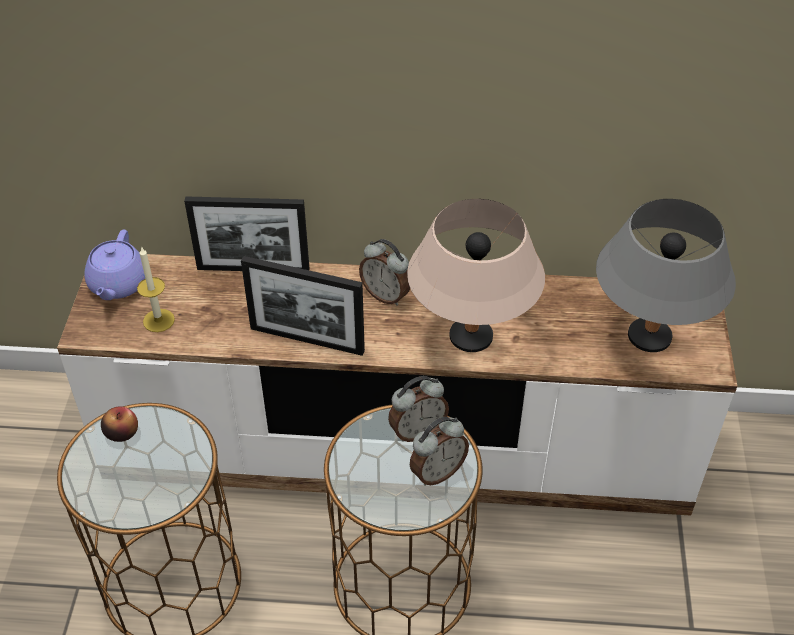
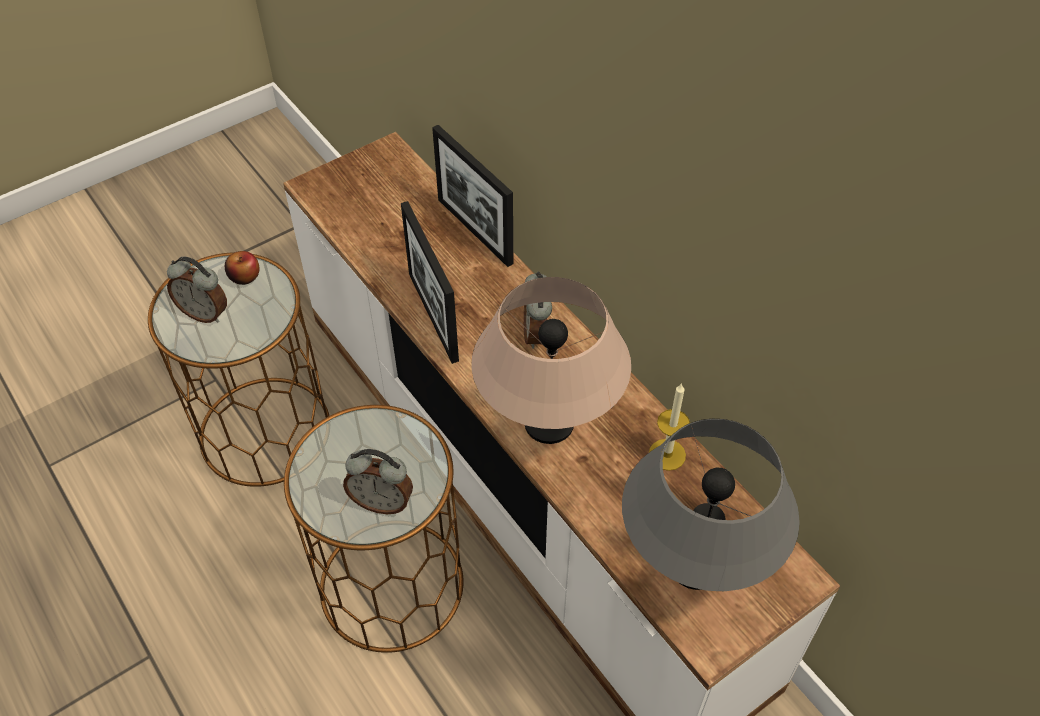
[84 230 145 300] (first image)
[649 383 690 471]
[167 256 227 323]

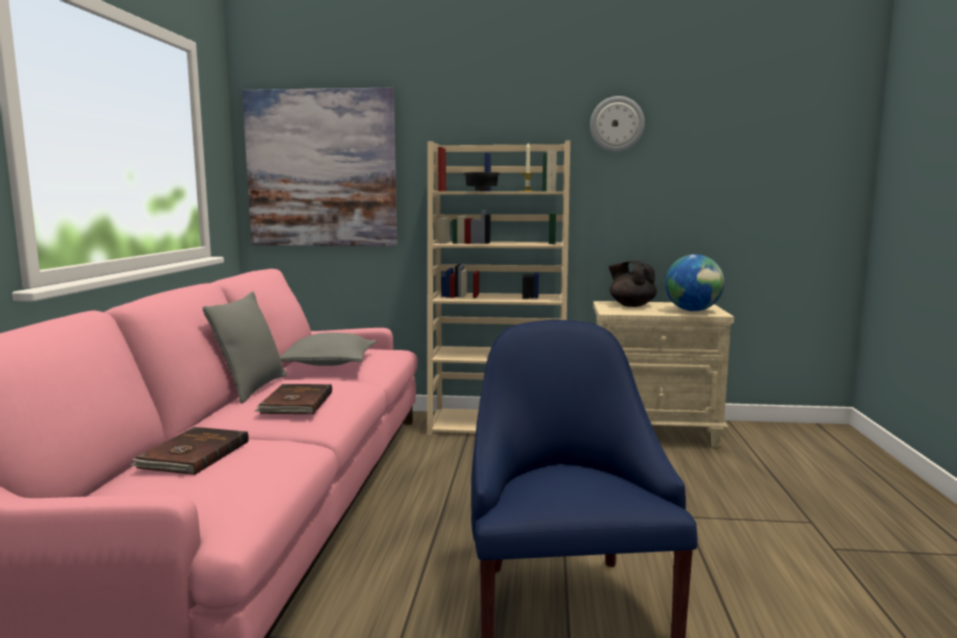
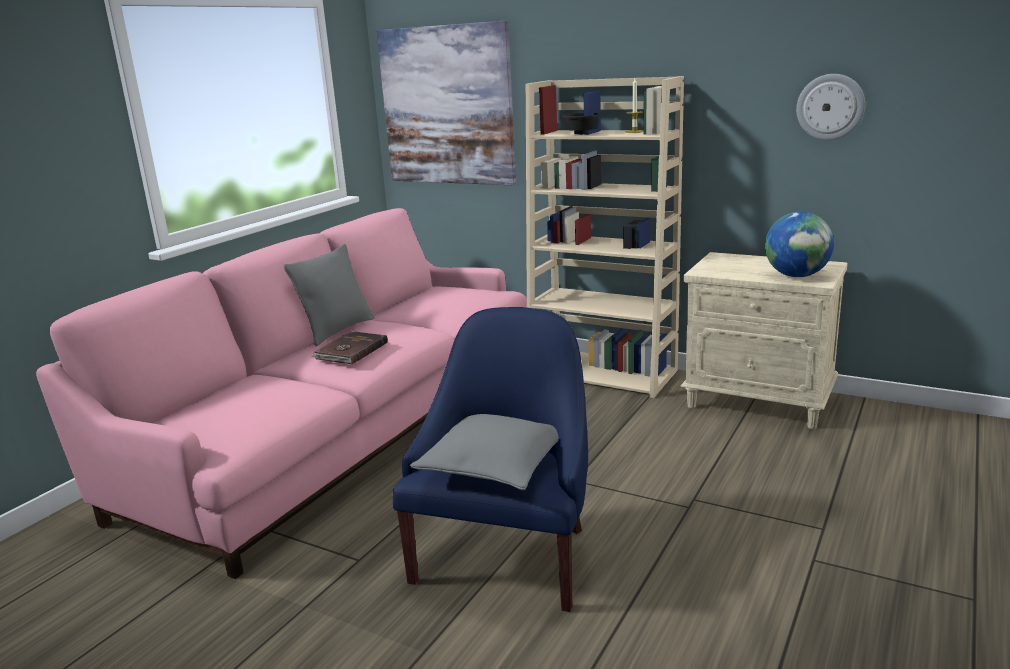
[796 74 865 140]
[609 260 657 307] (first image)
[410 414 559 490]
[130 427 249 475] (first image)

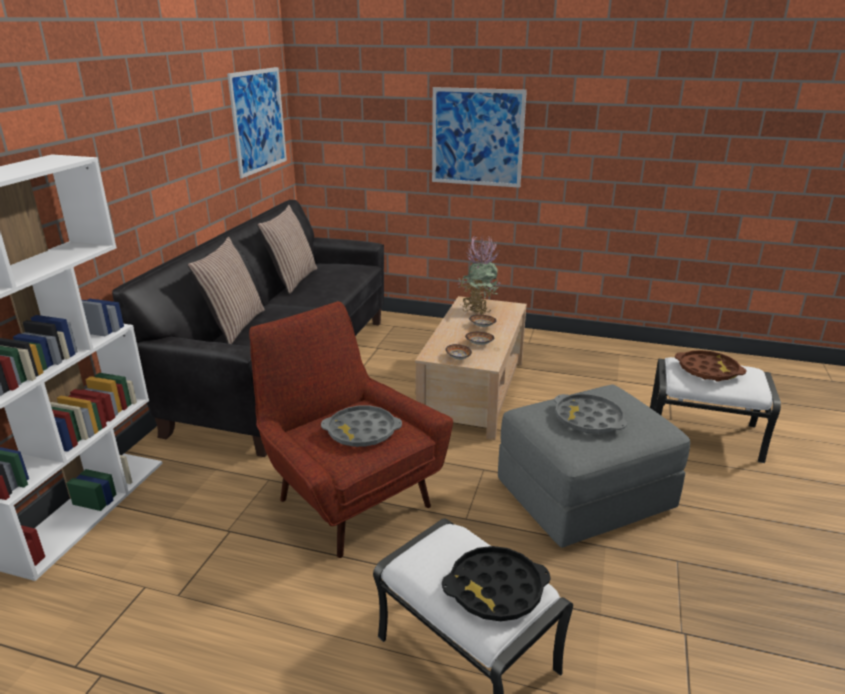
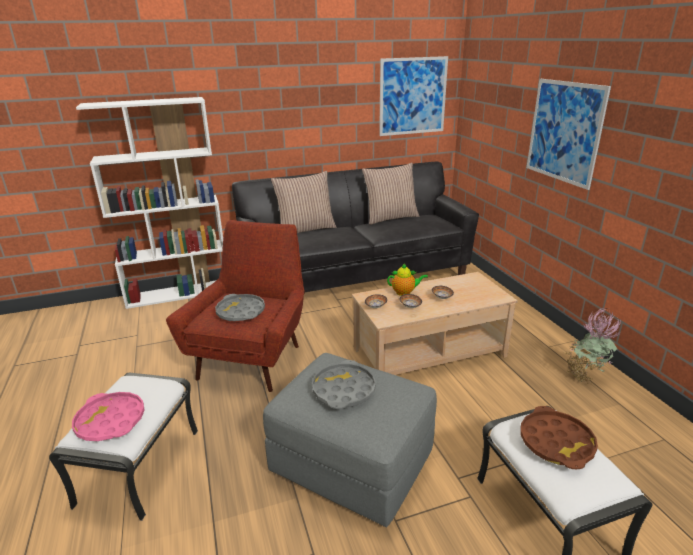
[564 308 621 384]
[72 392 145 441]
[387 263 428 296]

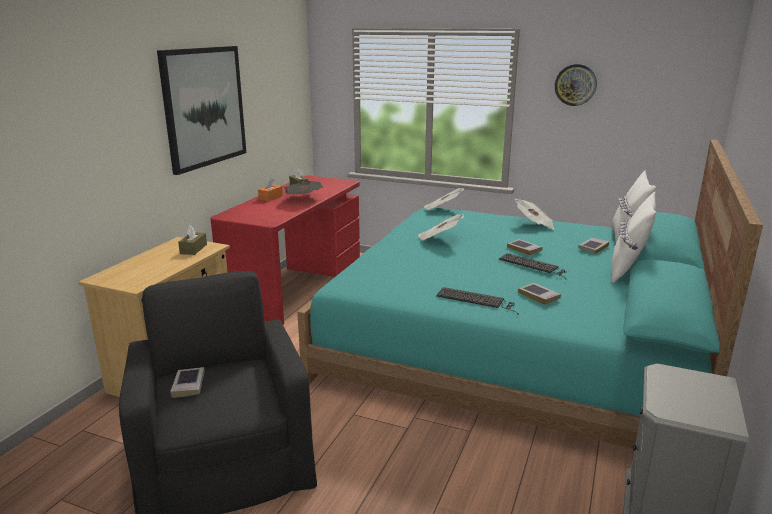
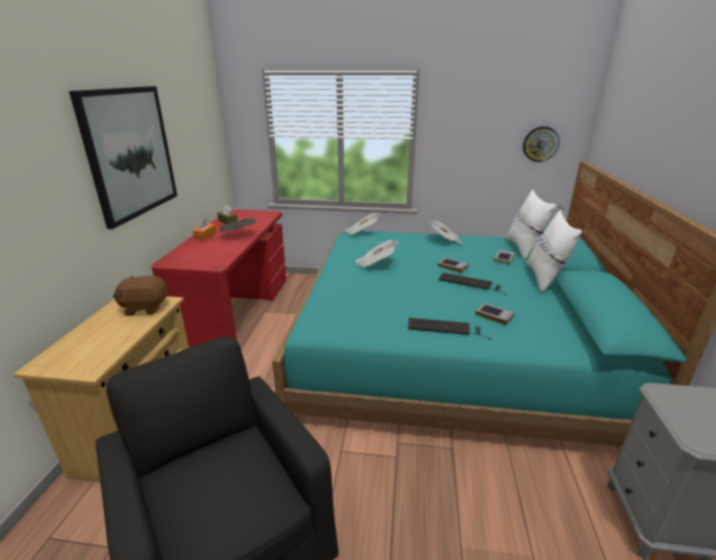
[523 126 560 162]
[113 275 168 316]
[170 367 205 398] (first image)

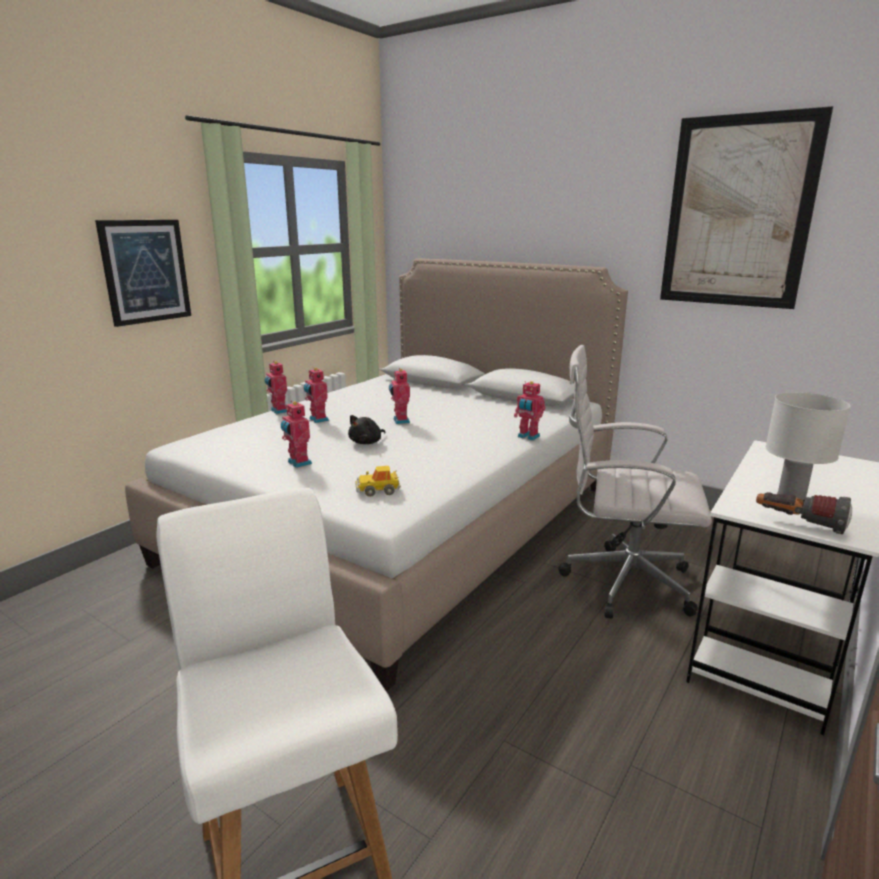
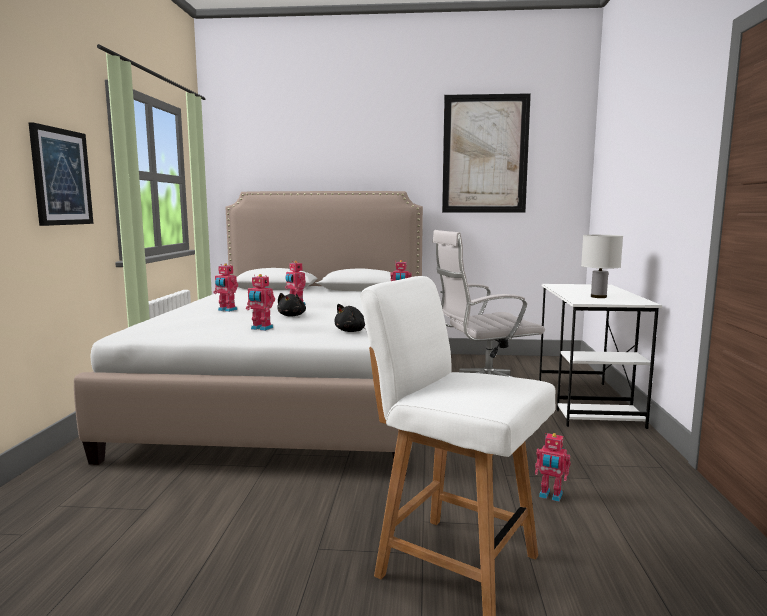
[535 433 571 502]
[334 304 365 332]
[756 492 852 534] (first image)

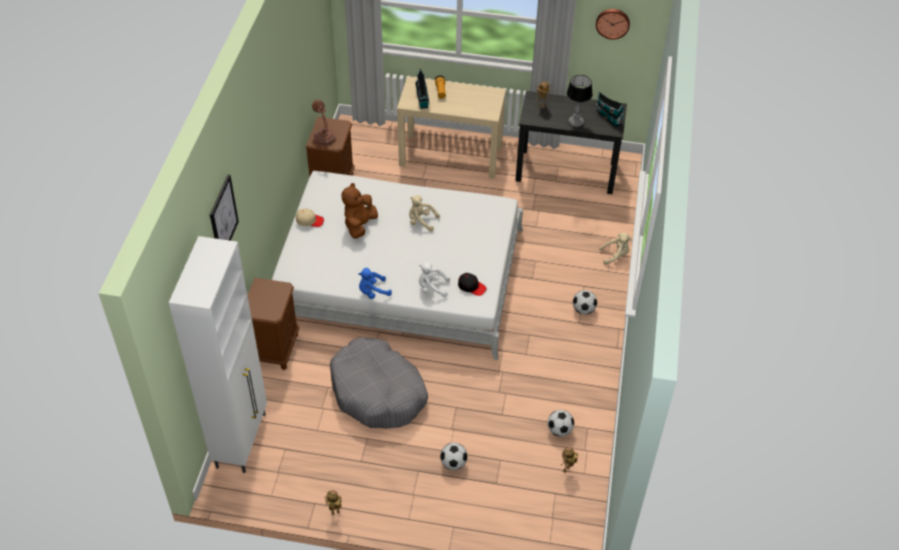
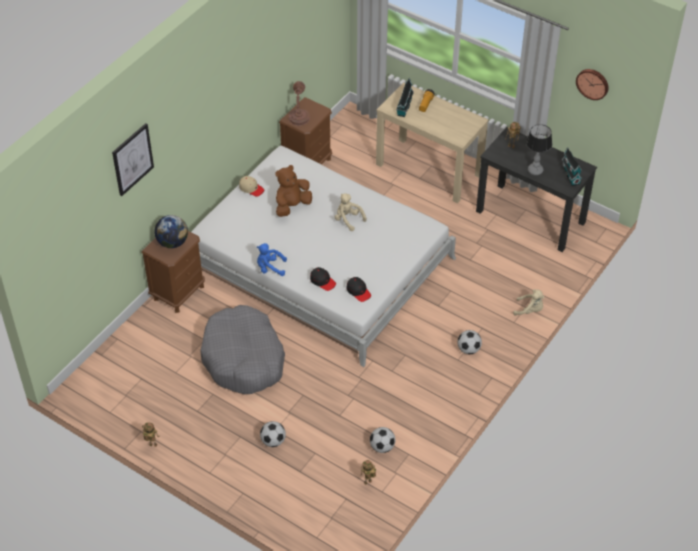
[169 236 267 473] (first image)
[310 267 336 291]
[154 215 188 248]

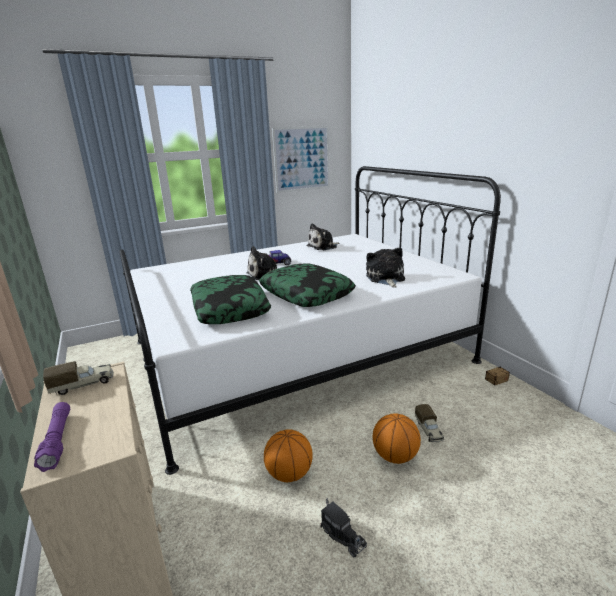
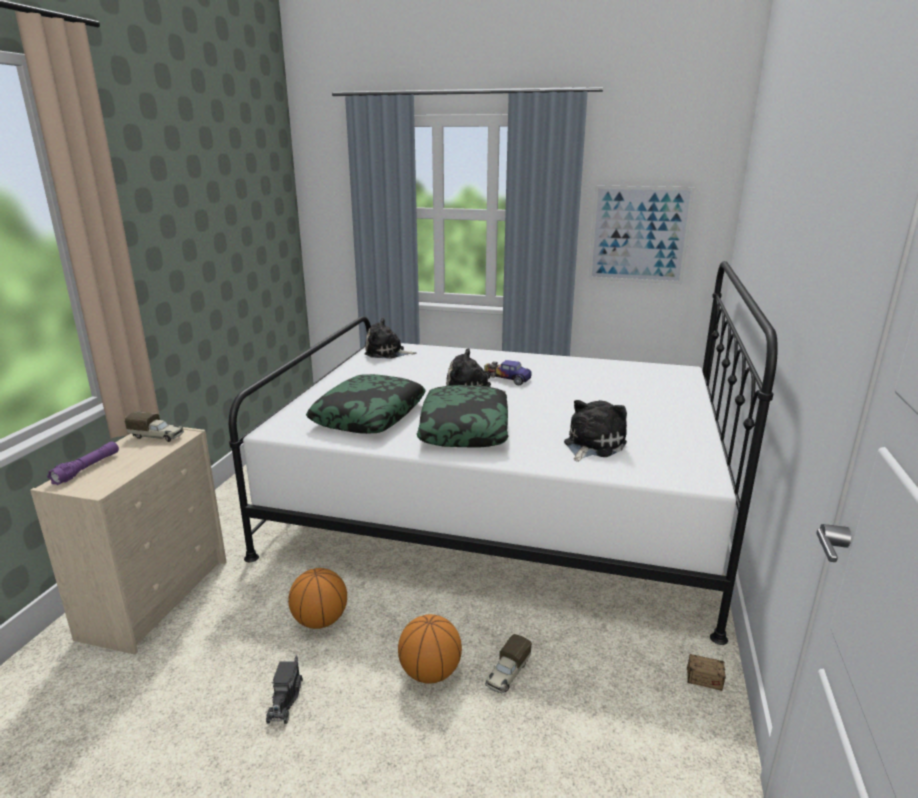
[364 318 416 359]

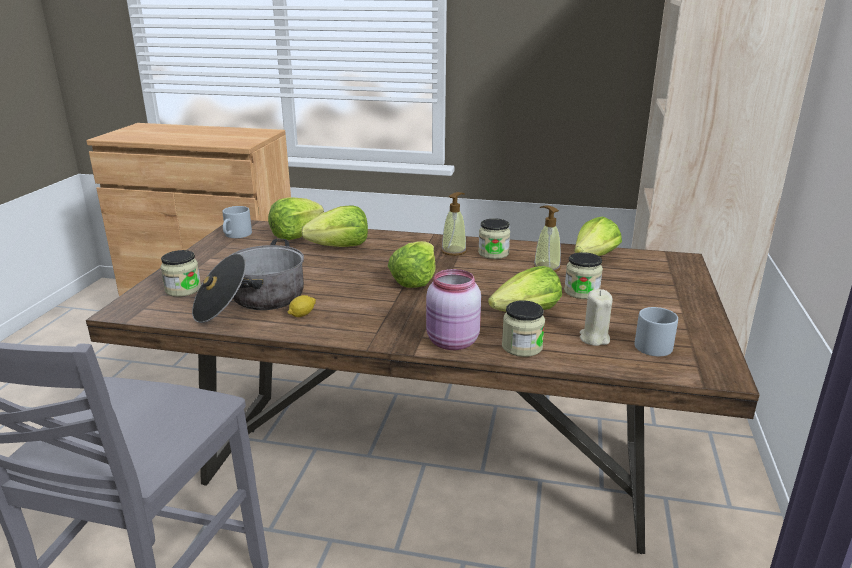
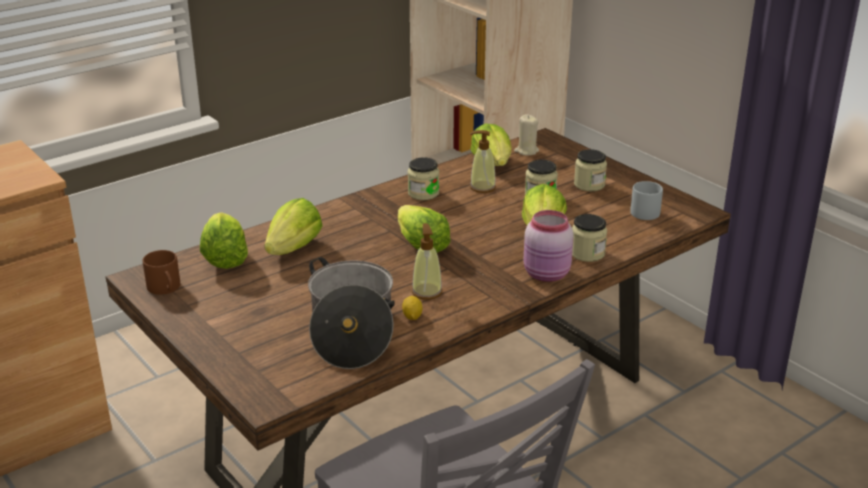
[412 223 442 300]
[143 250 180 295]
[574 149 607 191]
[514 114 539 156]

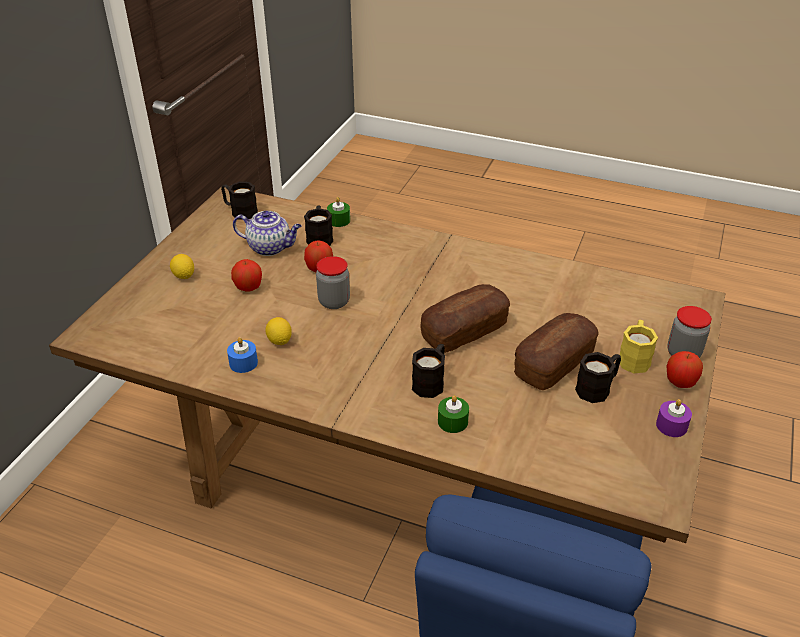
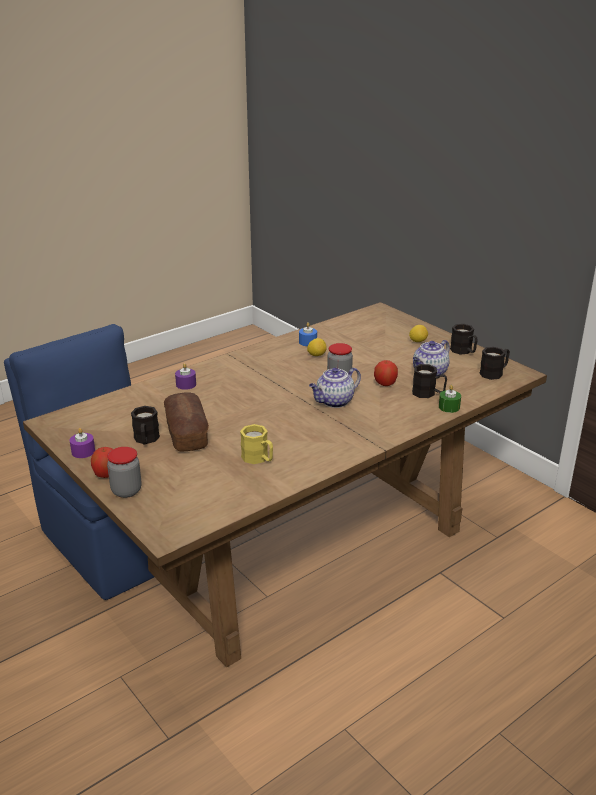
[231 259 262 292] (first image)
[420 284 510 353] (first image)
[240 424 273 464]
[450 324 478 354]
[175 363 196 390]
[309 368 361 408]

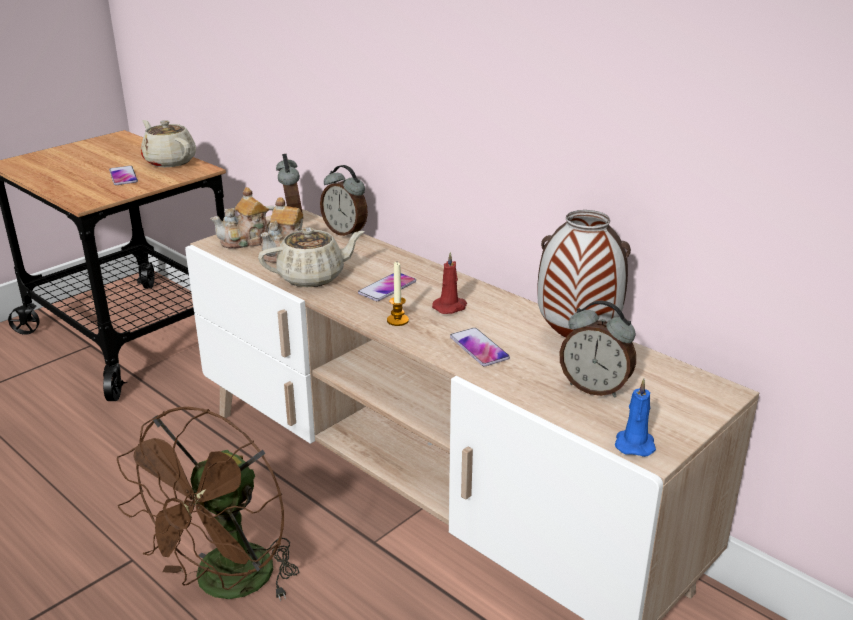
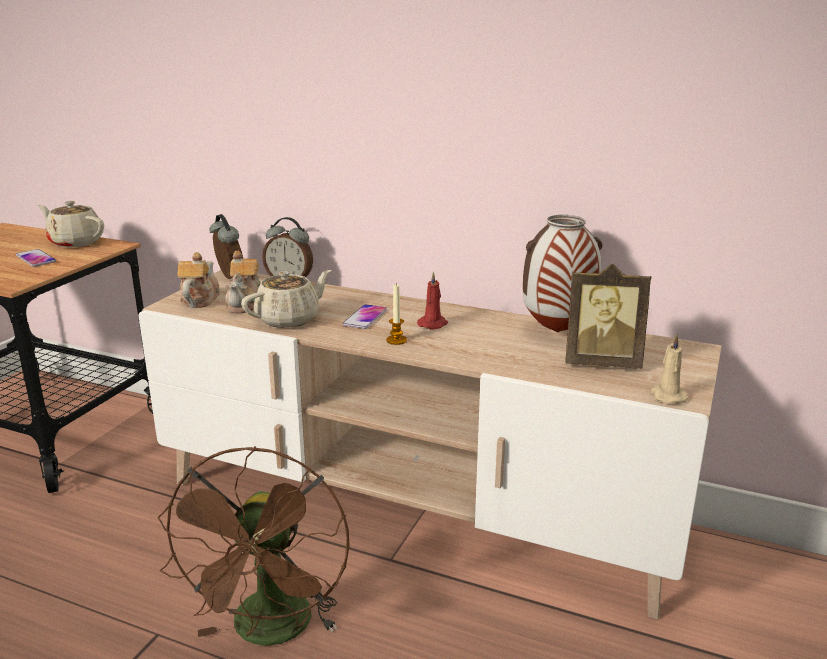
[177 252 220 308]
[565 264 651 369]
[450 328 510 366] (first image)
[650 334 689 403]

